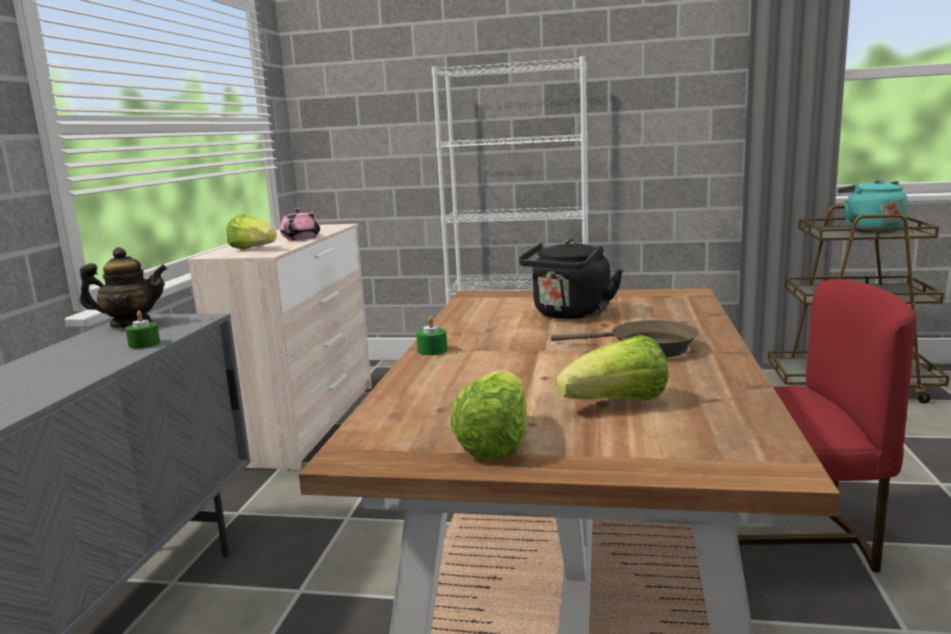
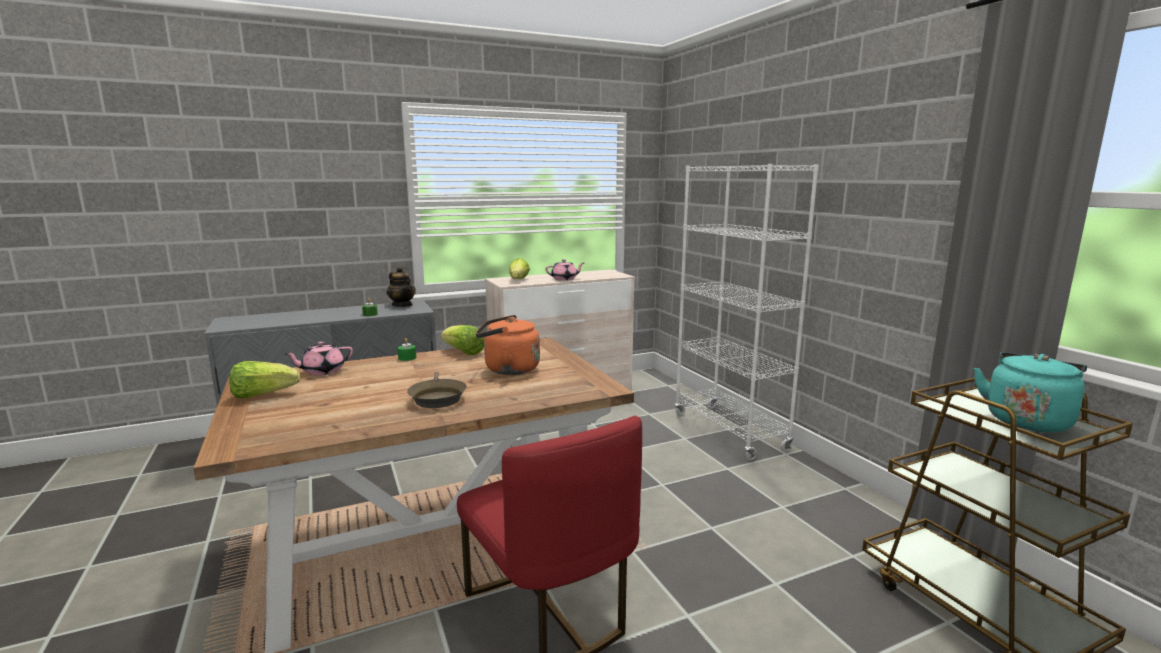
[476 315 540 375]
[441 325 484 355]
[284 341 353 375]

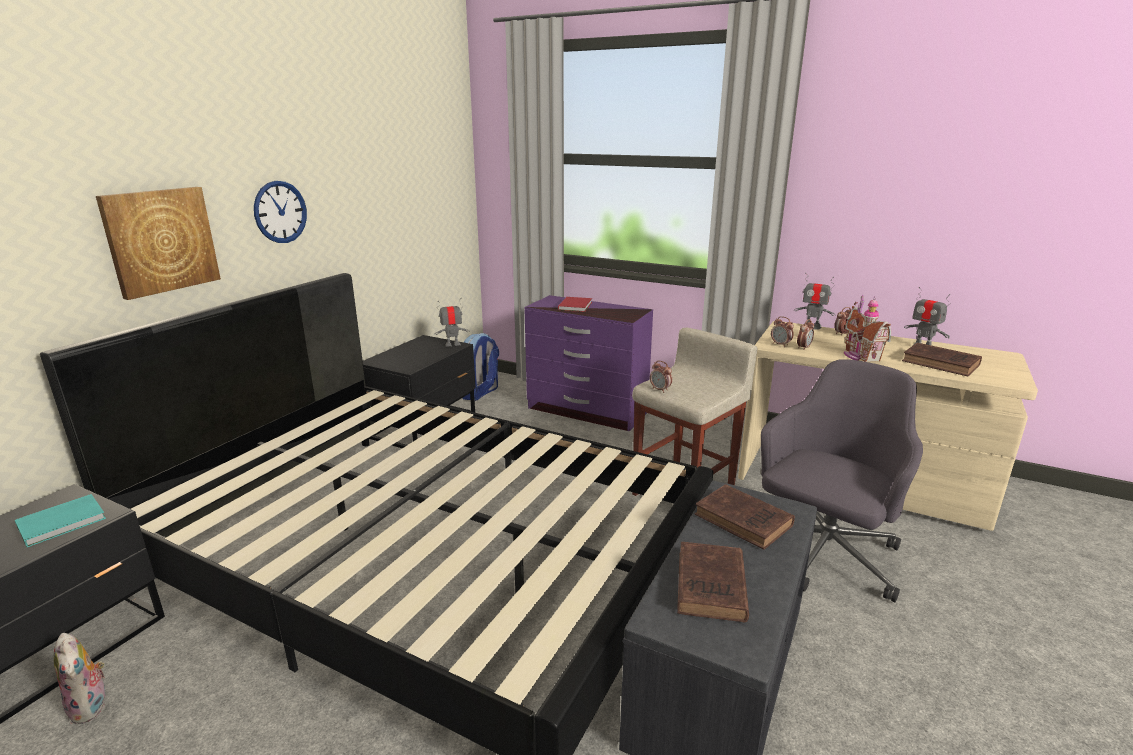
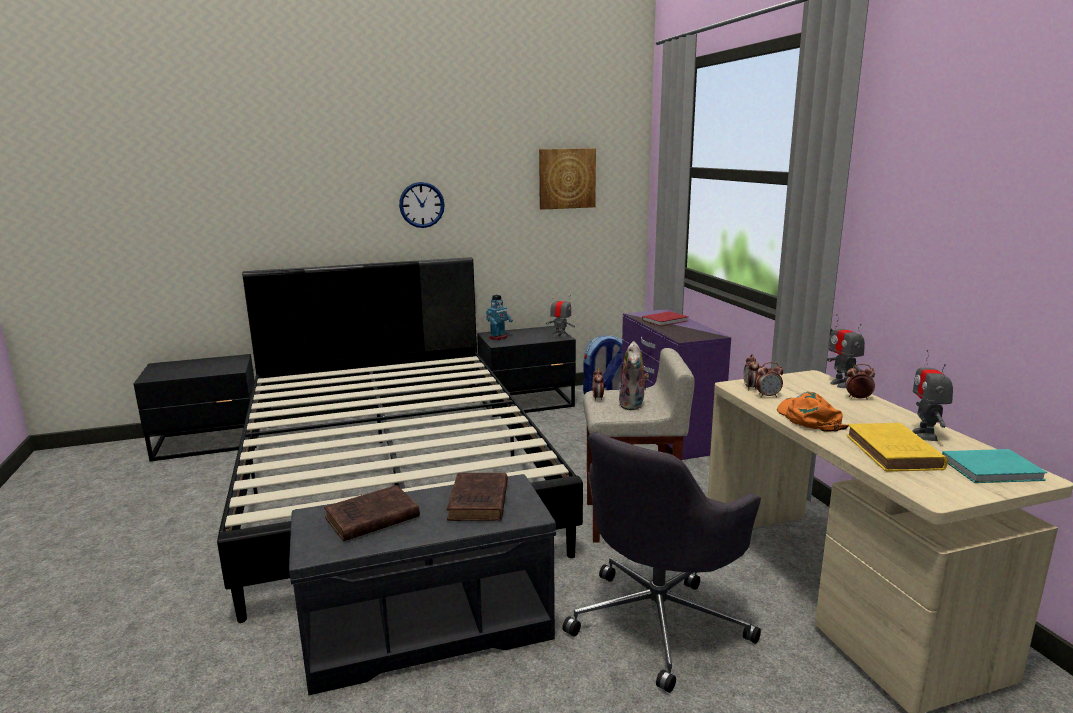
[539 148 596 210]
[777 392 848 432]
[846 423 948 471]
[562 432 761 693]
[942 449 1048 483]
[619 341 649 410]
[486 295 513 340]

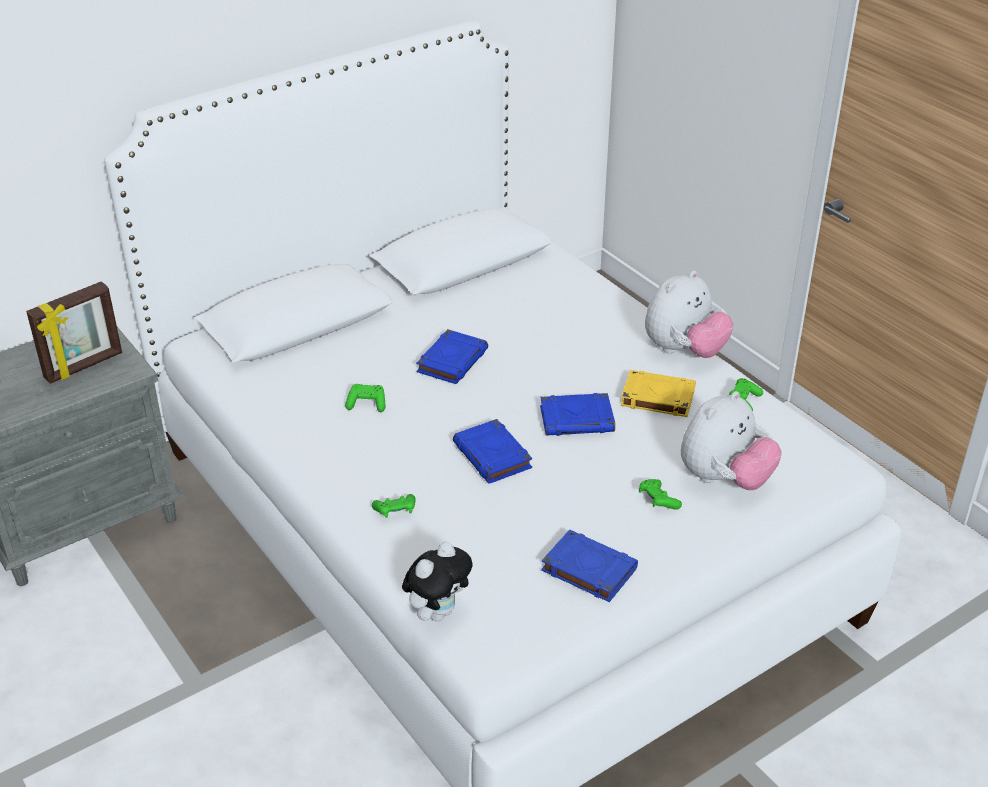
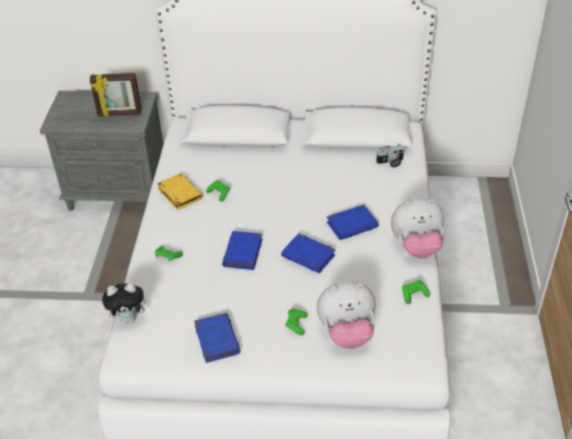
[327 205 379 240]
[157 173 203 210]
[376 145 404 168]

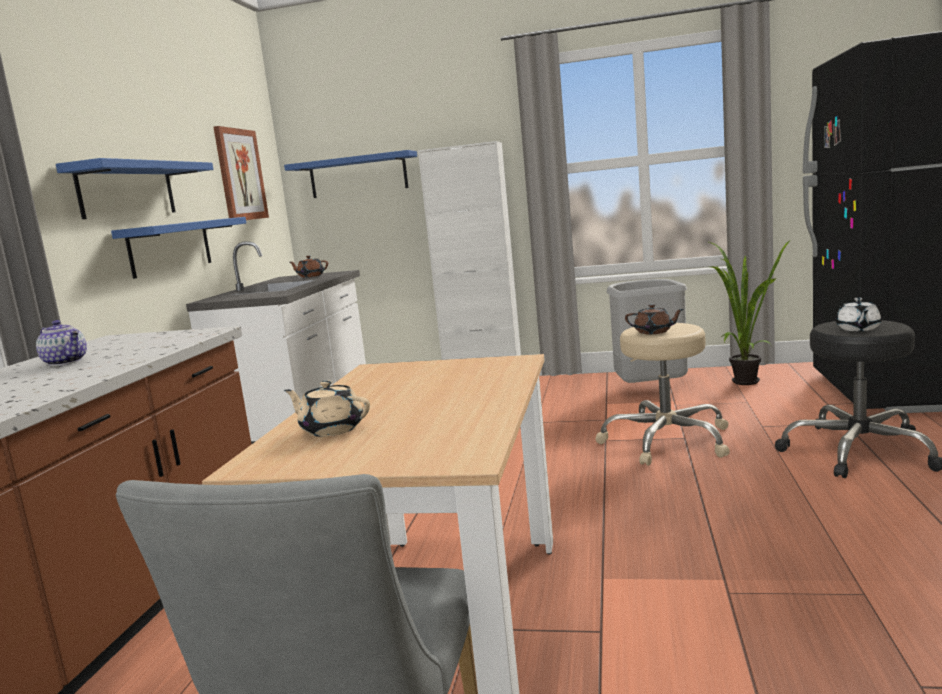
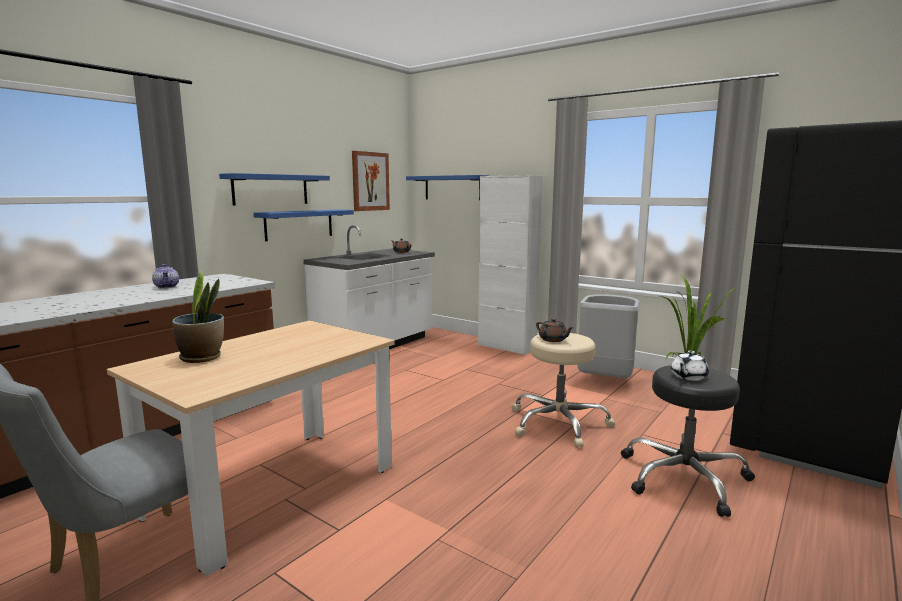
[172 270 224 363]

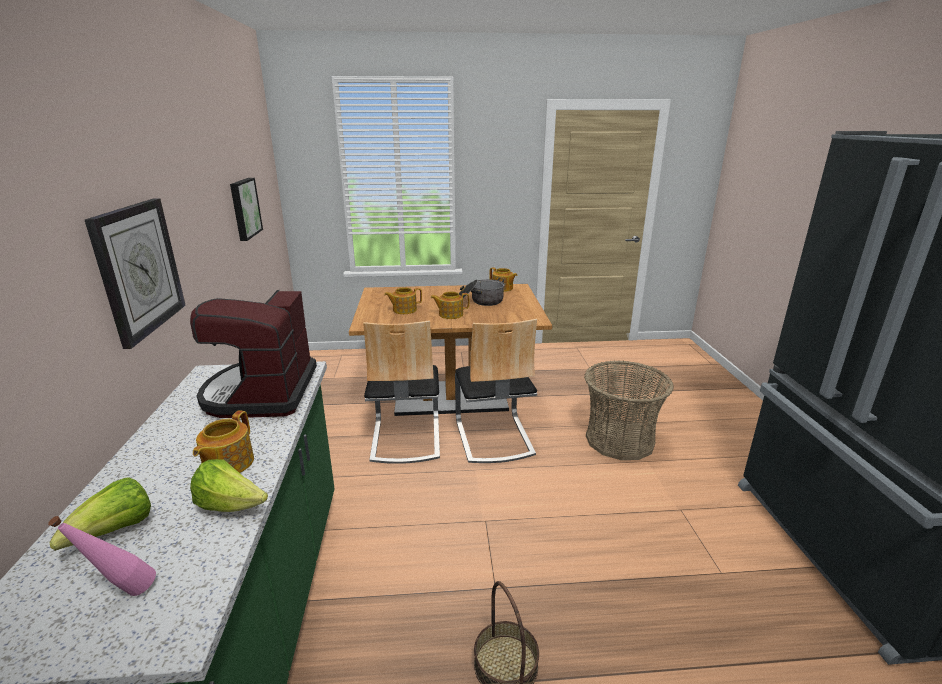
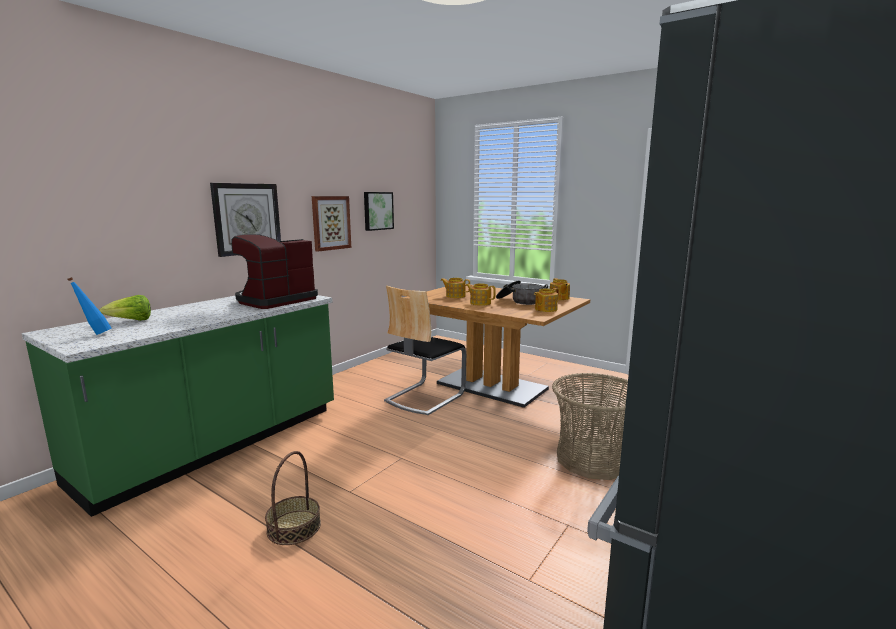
[455 318 537 463] (first image)
[534 288 559 312]
[190 459 268 512] (first image)
[68 277 112 335]
[312 196 351 251]

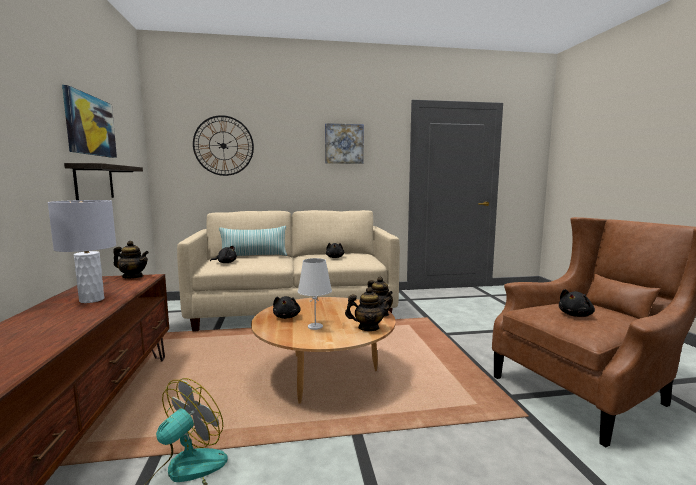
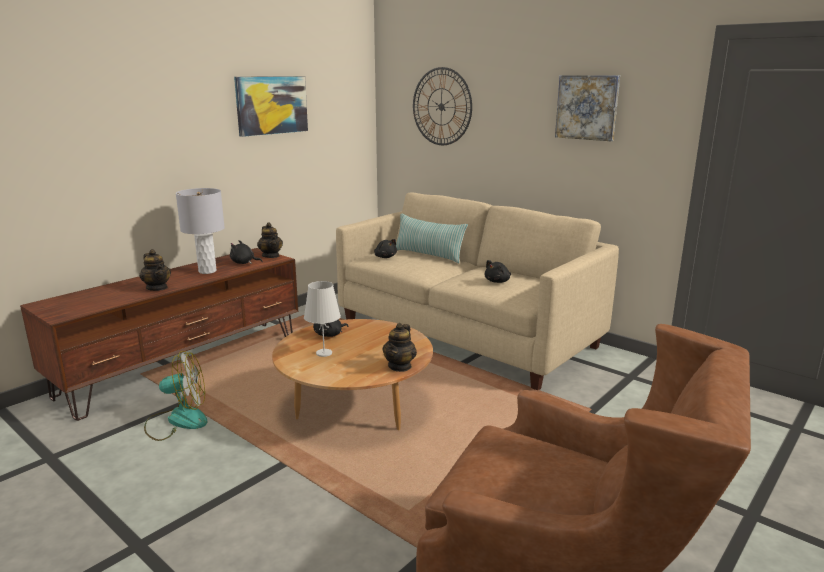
[64 163 143 200] (first image)
[139 249 171 291]
[230 240 263 264]

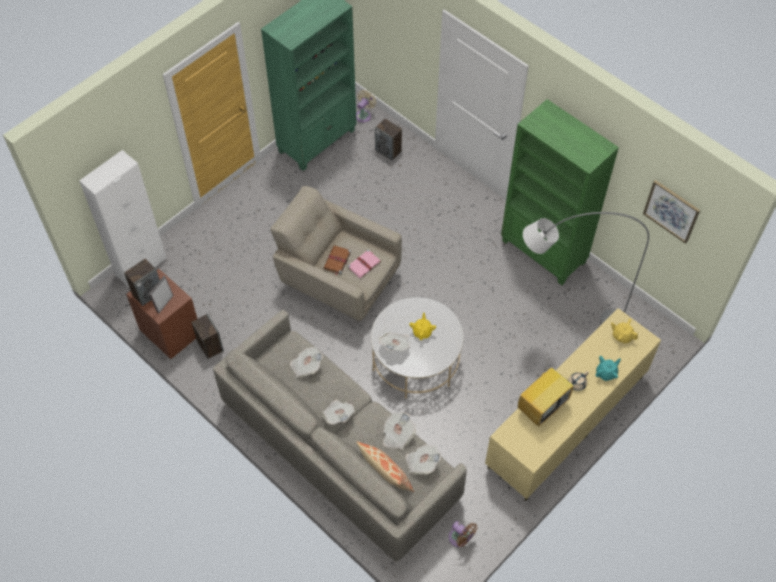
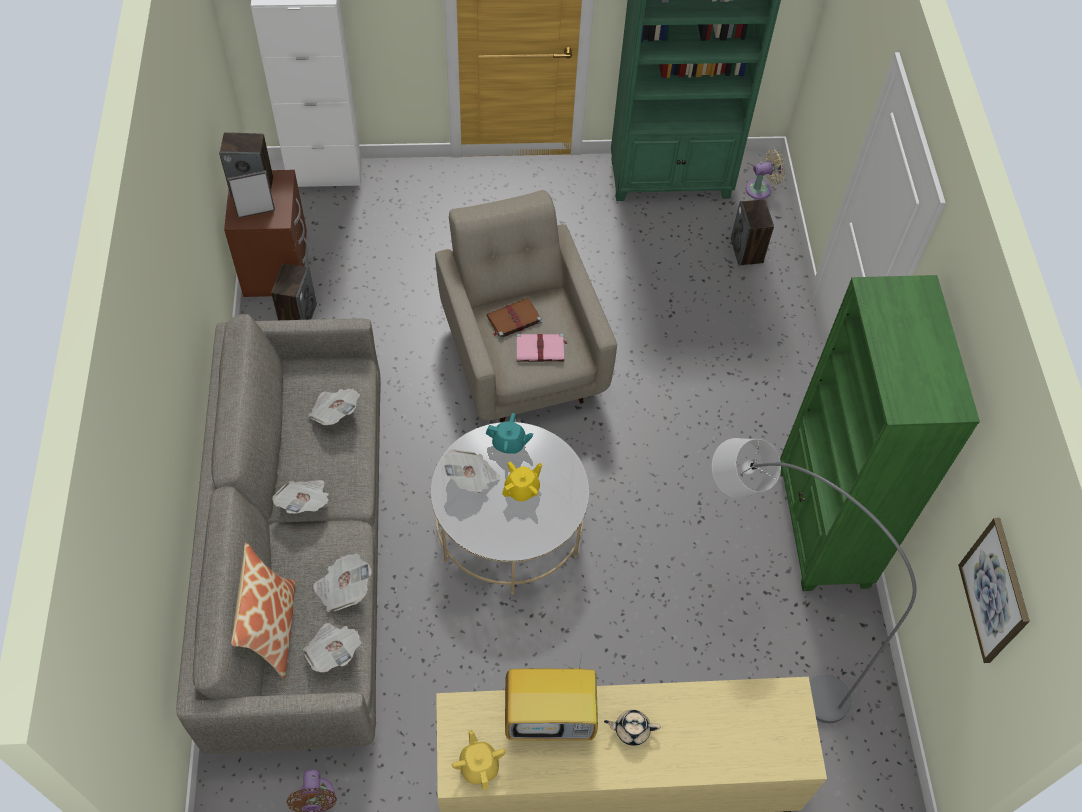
[452 730 506 790]
[486 413 533 454]

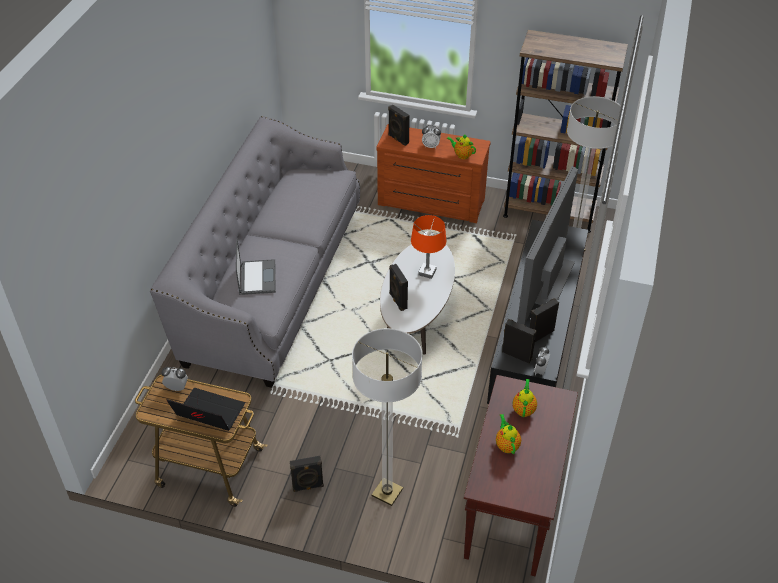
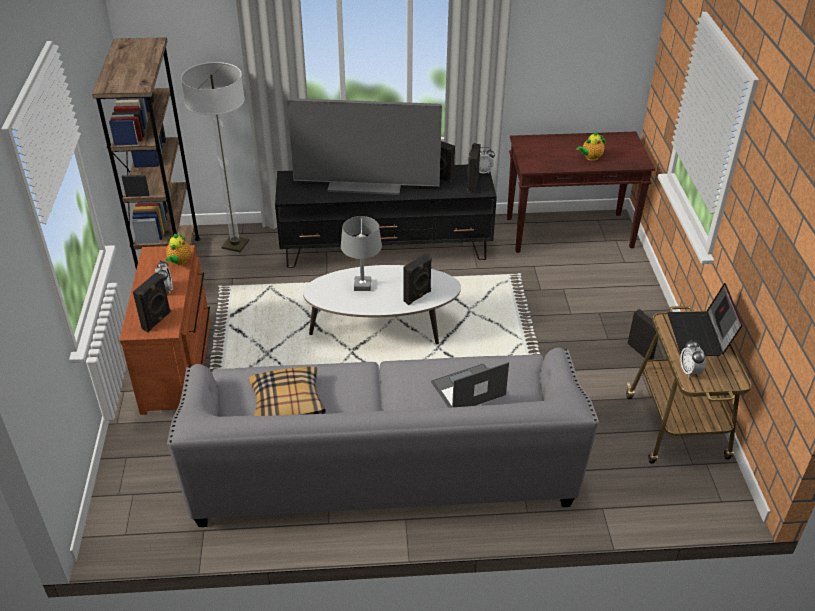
[341 216 382 291]
[352 328 422 506] (first image)
[513 379 537 417] (first image)
[249 367 326 416]

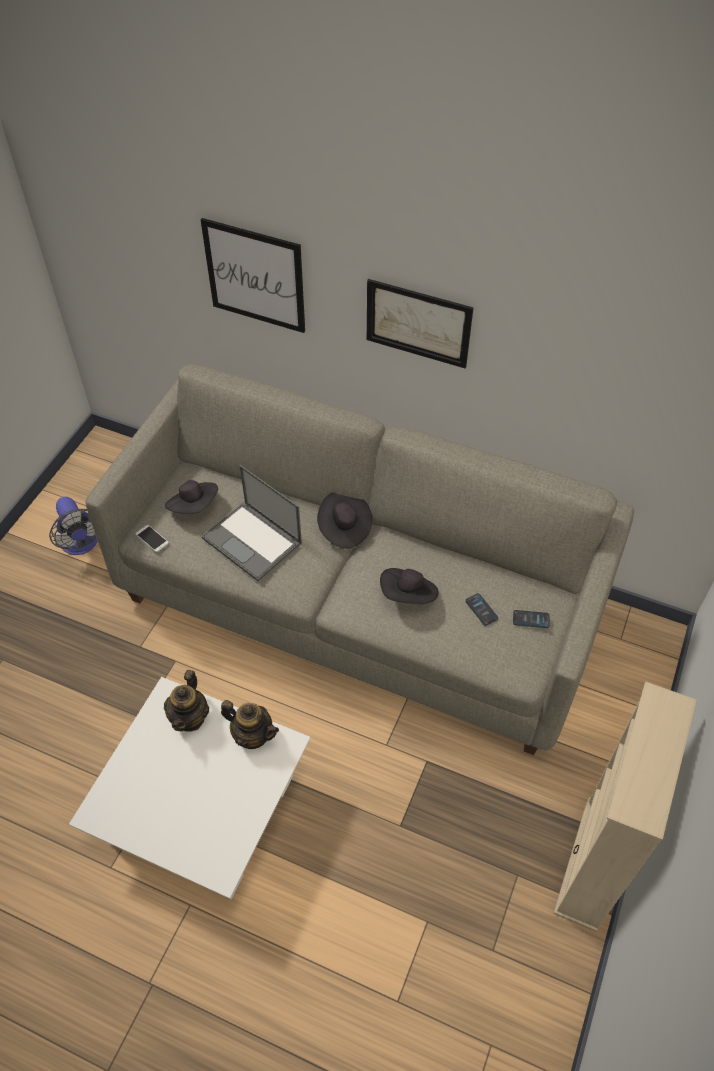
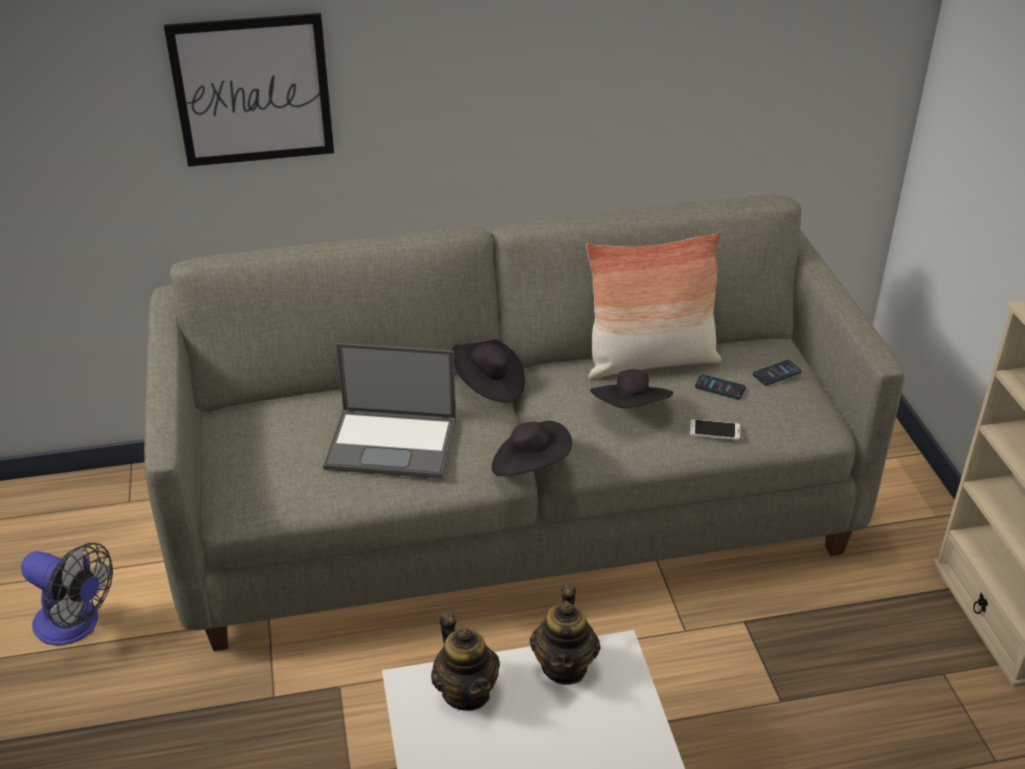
[367 279 473 368] (first image)
[492 421 572 476]
[690 419 740 440]
[530 584 601 685]
[586 232 722 379]

